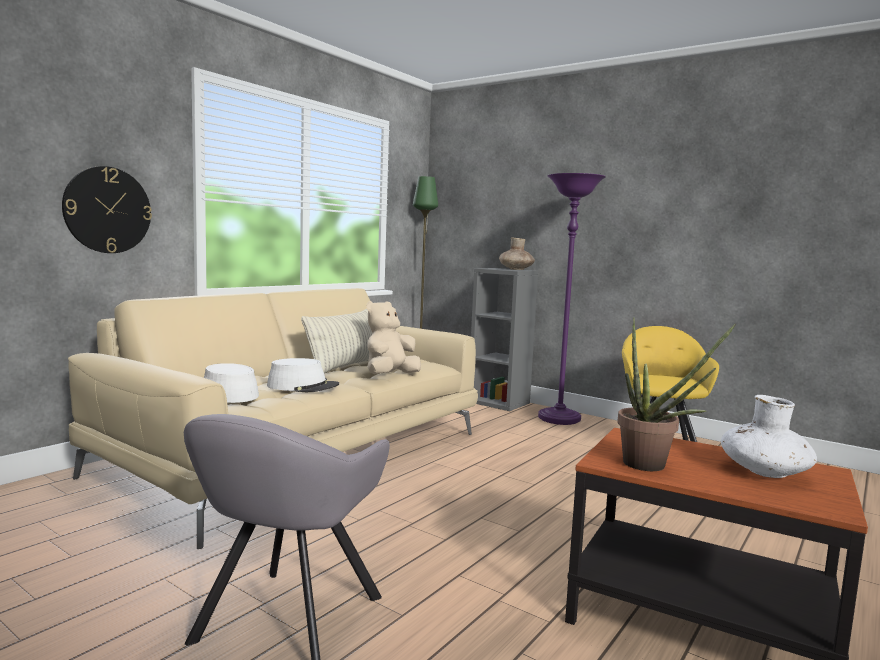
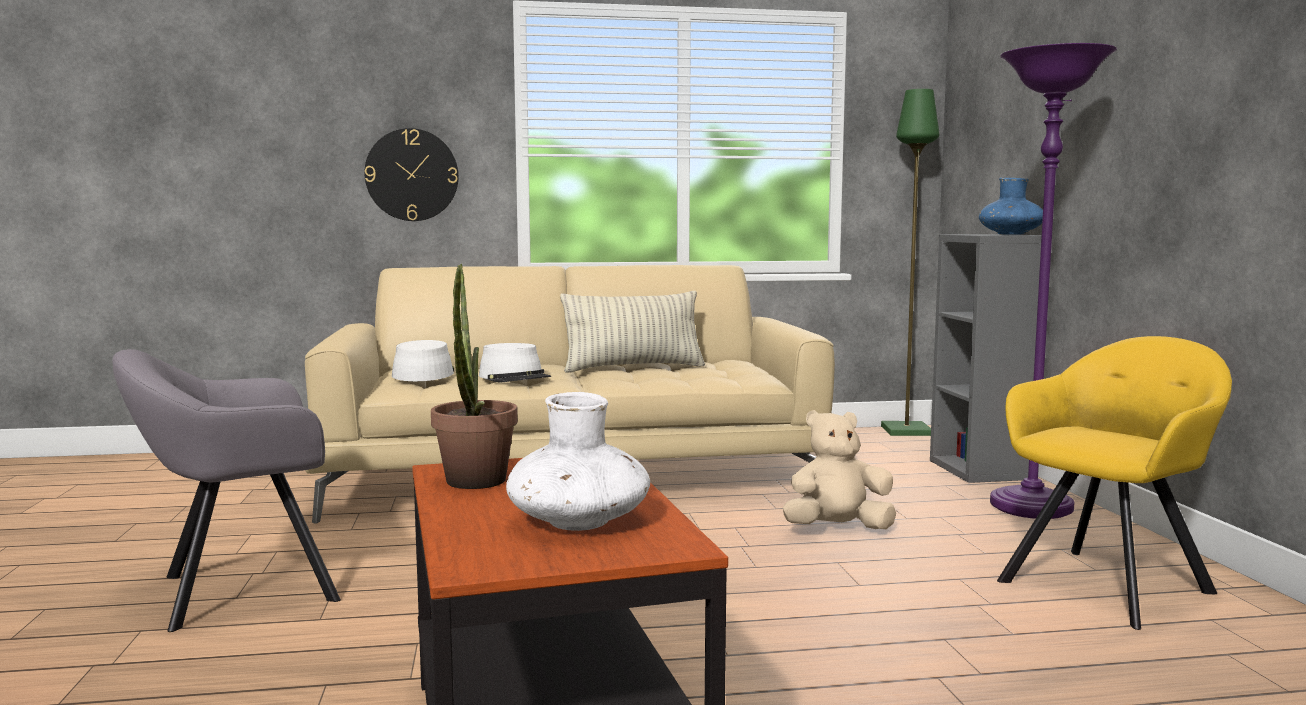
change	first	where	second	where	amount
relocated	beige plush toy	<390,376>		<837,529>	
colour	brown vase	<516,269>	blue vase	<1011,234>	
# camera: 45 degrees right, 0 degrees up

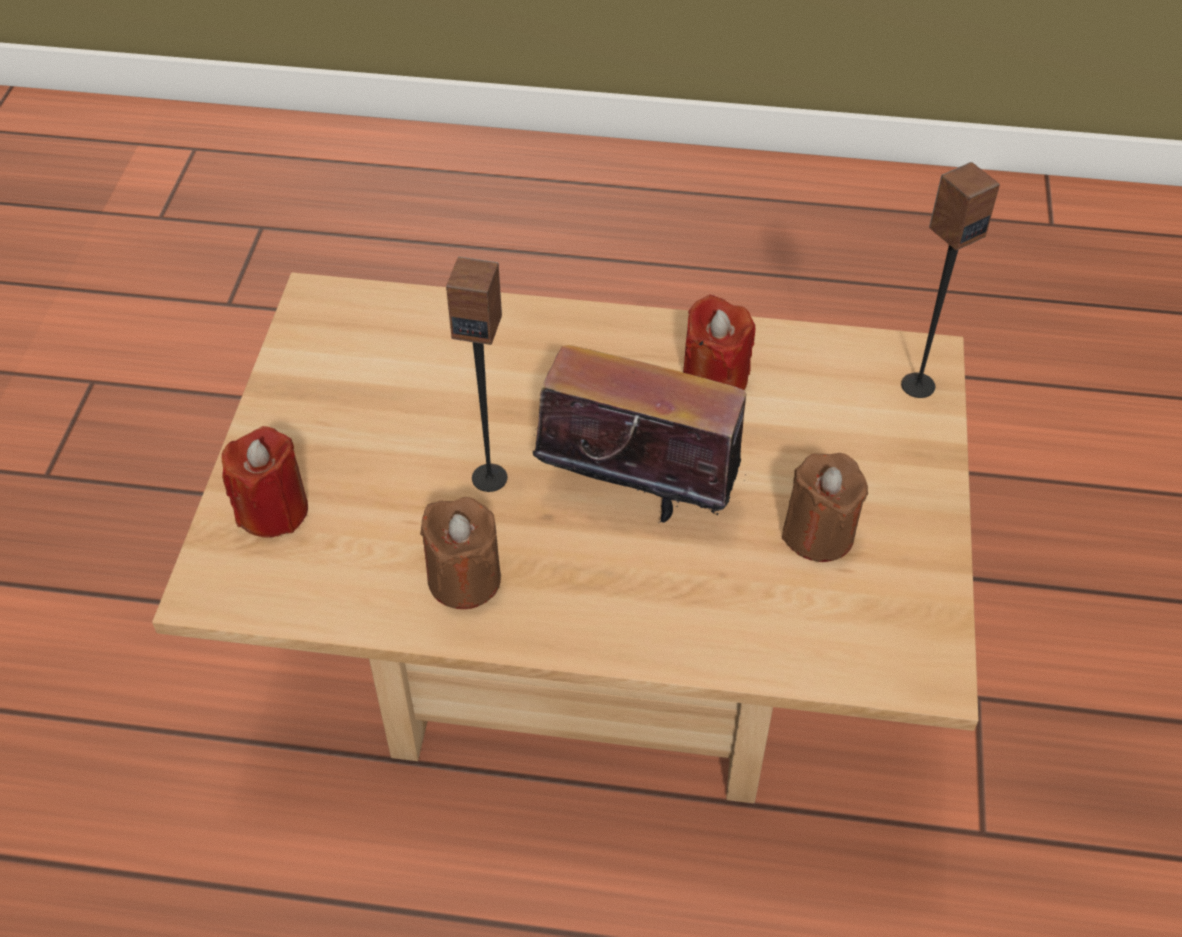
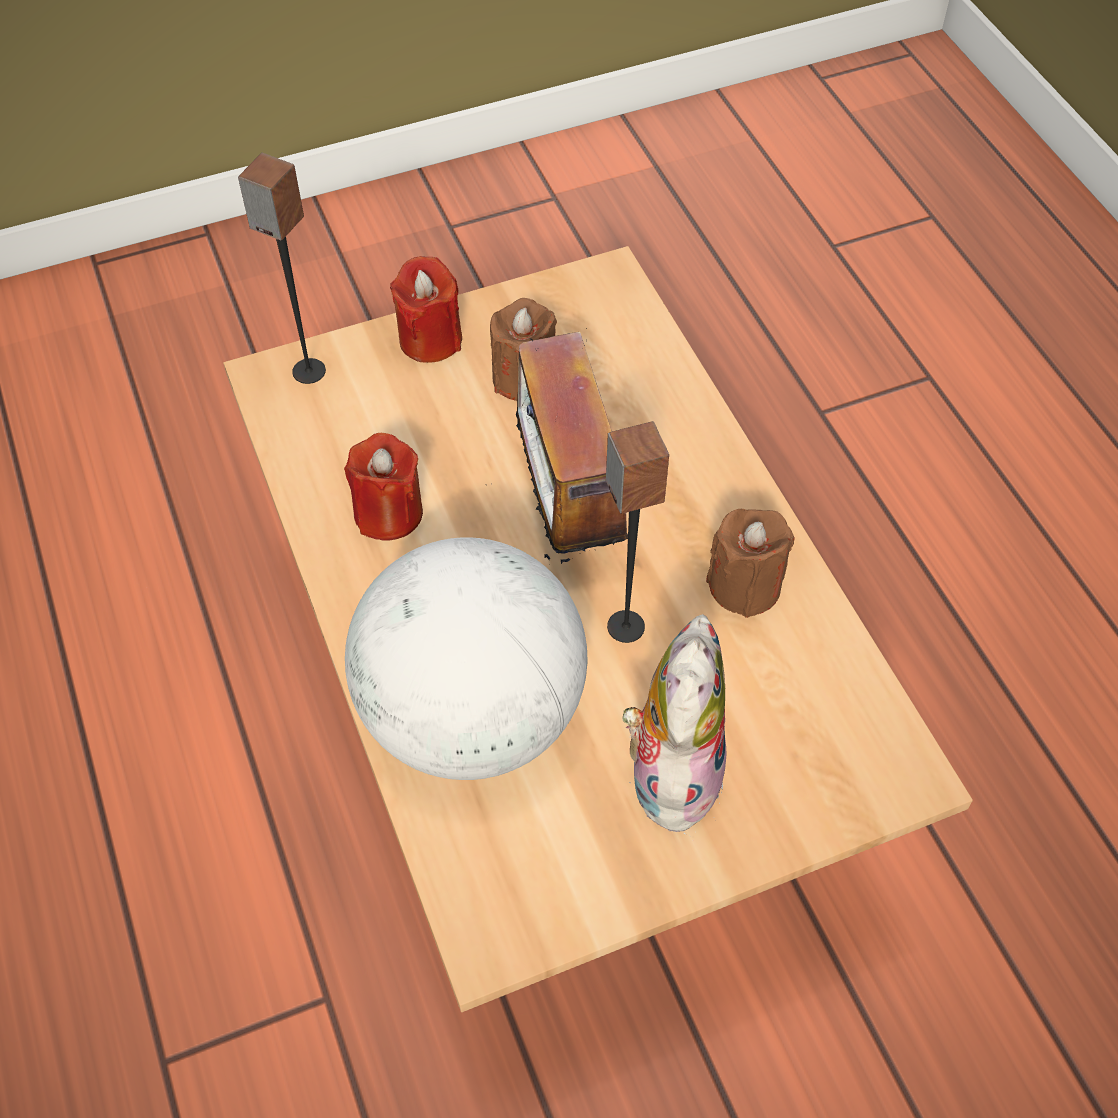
change	first	where	second	where	amount
appeared			globe	<473,715>	
relocated	red candle	<273,510>		<430,339>	
appeared			plush toy	<670,772>	
# camera: 120 degrees left, 5 degrees up

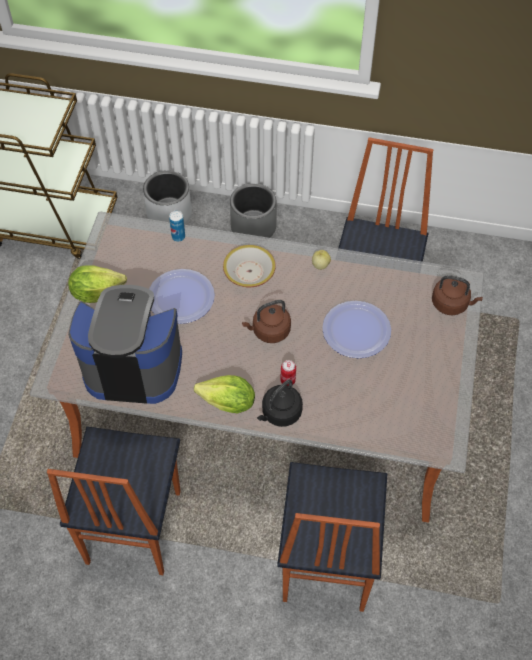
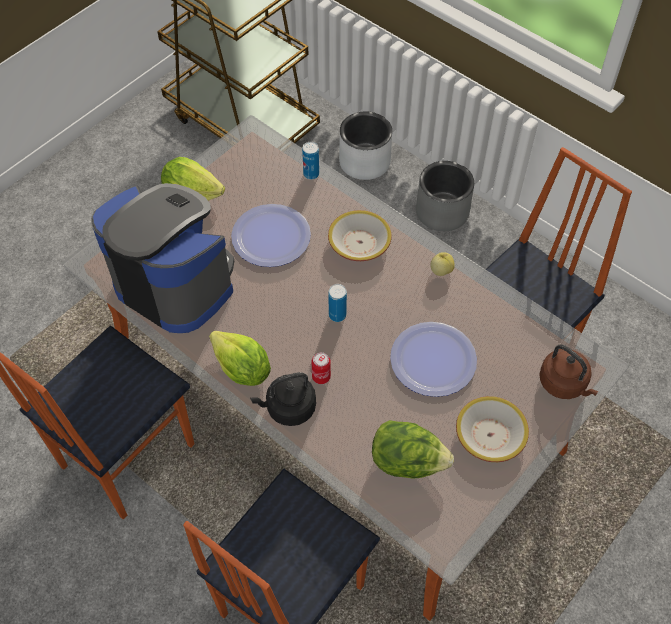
change	first	where	second	where	amount
exchanged	brown kettle	<269,331>	can	<337,315>	
appeared			lettuce	<407,461>	
appeared			bowl	<490,435>	
# camera: 30 degrees right, 0 degrees up

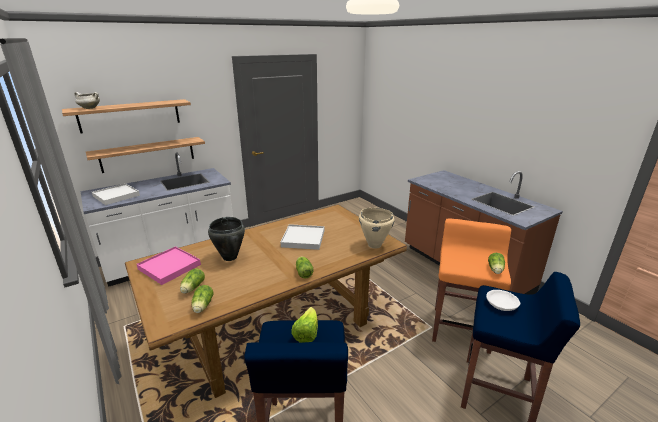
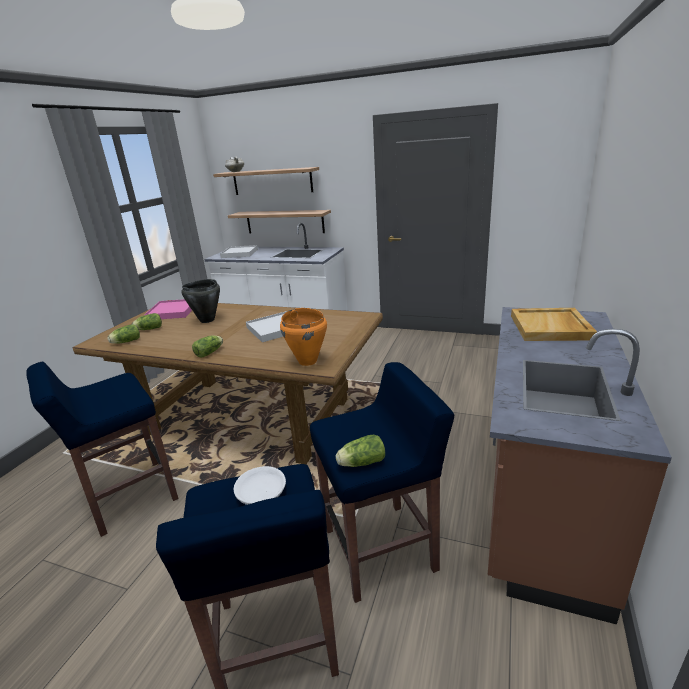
change	first	where	second	where	amount
colour	beige cooking pot	<374,245>	orange cooking pot	<308,361>	
colour	orange stool	<460,328>	blue stool	<381,549>	
appeared			beige tray	<551,327>	
missing	lettuce	<306,334>			
# camera: 55 degrees right, 0 degrees up

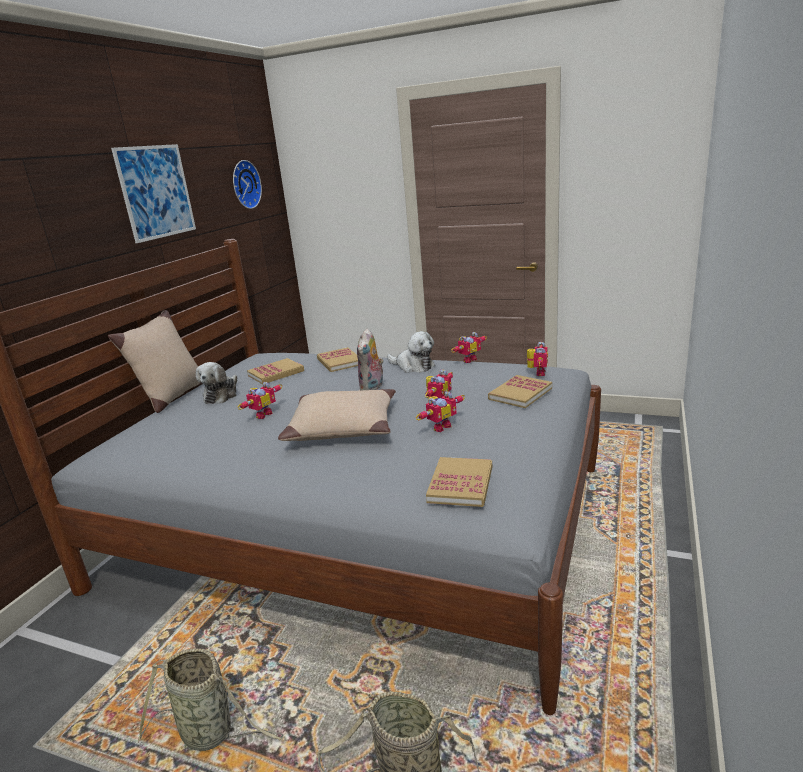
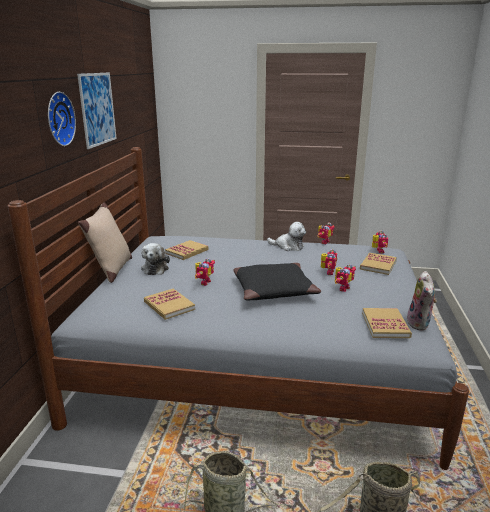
change	first	where	second	where	amount
relocated	wall clock	<244,184>		<58,119>	
relocated	book	<339,362>		<169,305>	
colour	beige pillow	<343,427>	black pillow	<274,290>	
relocated	plush toy	<373,388>		<420,324>	
# camera: 15 degrees left, 0 degrees up

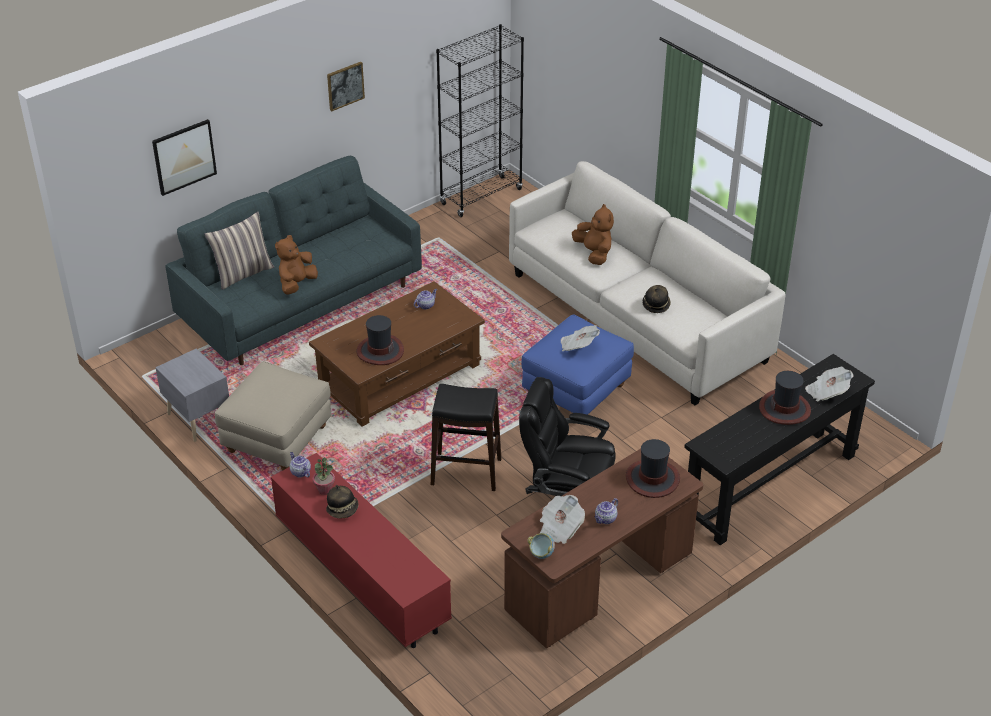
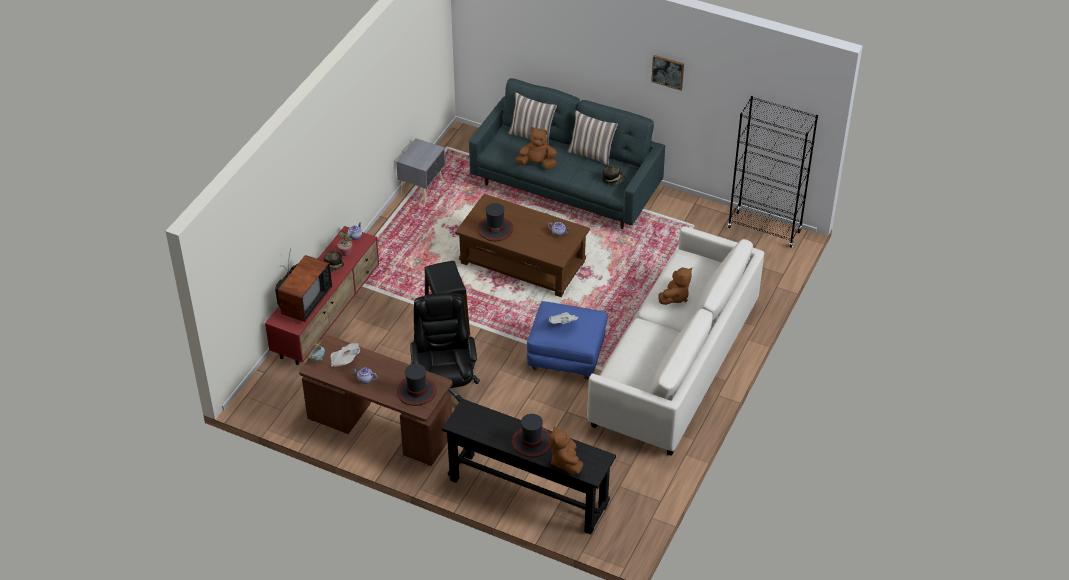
change	first	where	second	where	amount
appeared			television	<303,302>	
exchanged	newspaper	<827,392>	brown plush toy	<565,461>	
appeared			pillow	<591,154>	
relocated	hat	<656,304>		<613,179>	
missing	picture	<184,157>			
missing	beige ottoman	<277,439>			
# camera: 65 degrees right, 5 degrees up

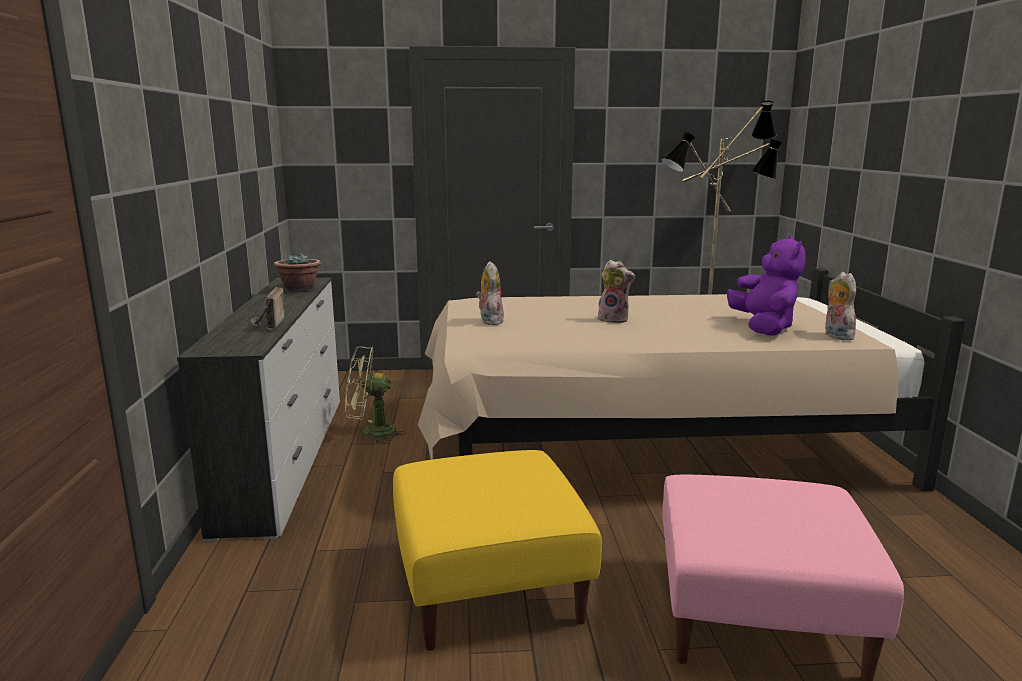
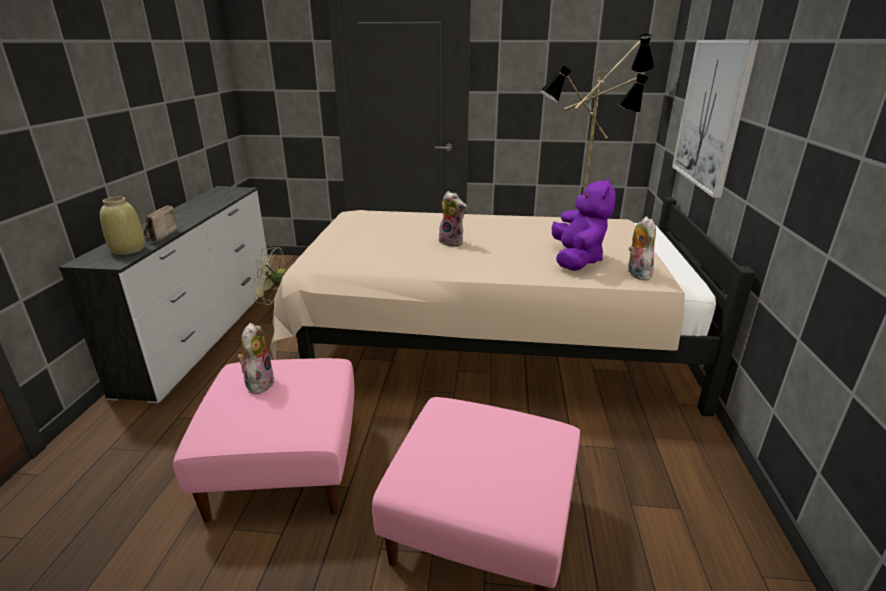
change	first	where	second	where	amount
appeared			beige vase	<127,250>	
colour	yellow ottoman	<488,584>	pink ottoman	<284,465>	
relocated	plush toy	<489,321>		<258,383>	
appeared			picture	<711,114>	
missing	potted plant	<299,289>			
# camera: 10 degrees right, 10 degrees up

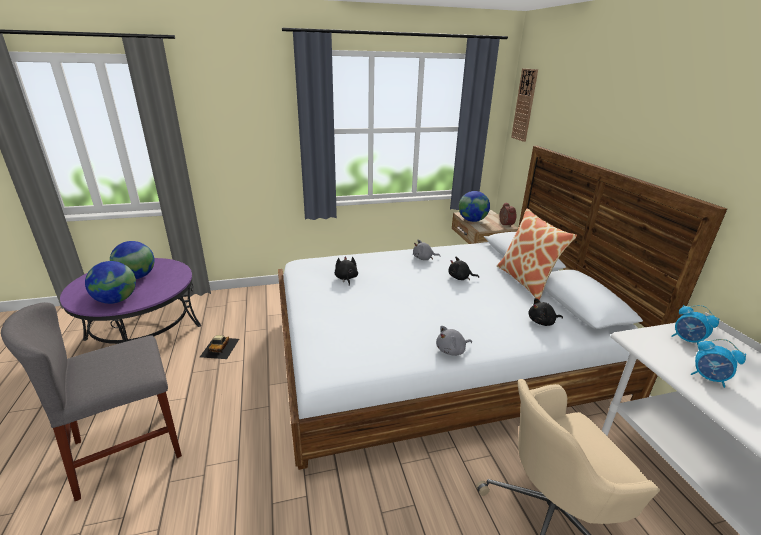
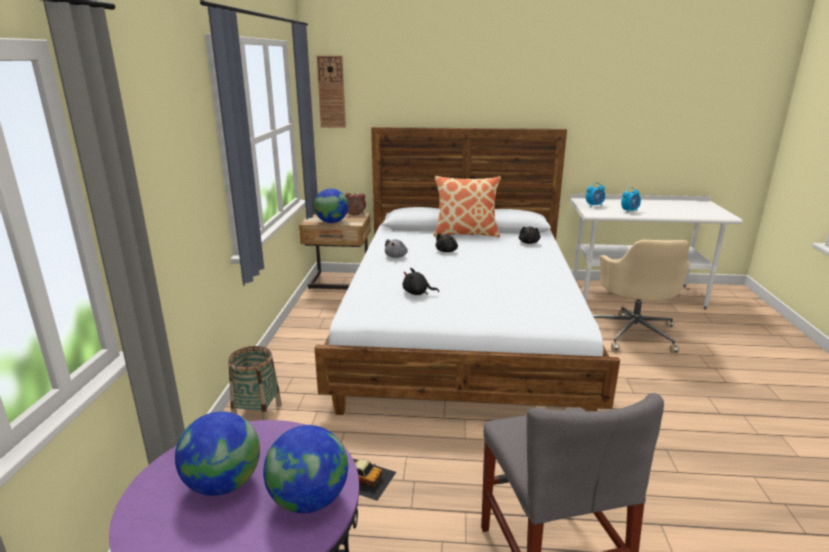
change	first	where	second	where	amount
appeared			basket	<257,413>	
missing	grey plush toy	<452,350>			
# camera: 70 degrees left, 5 degrees down

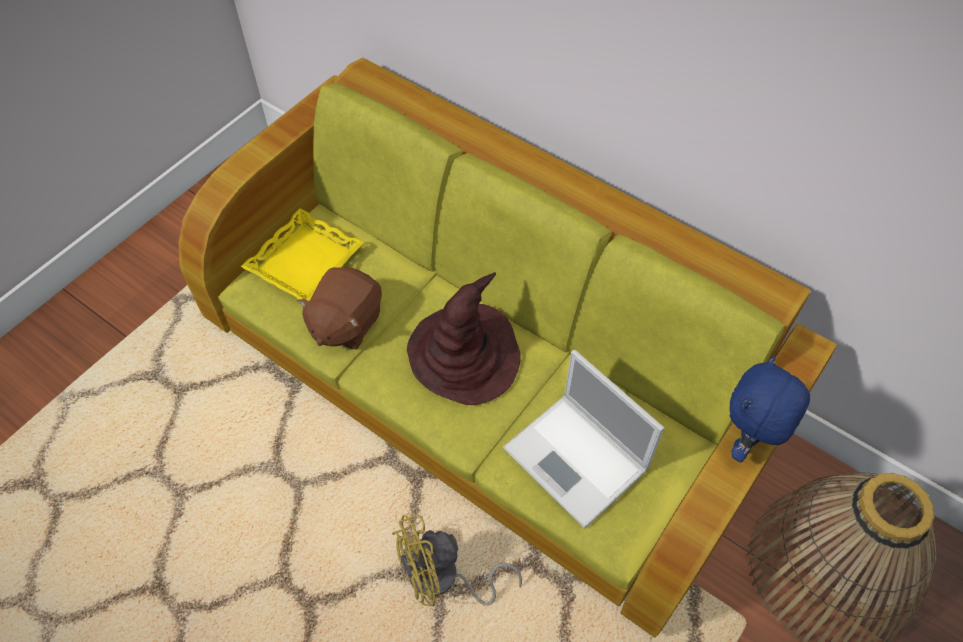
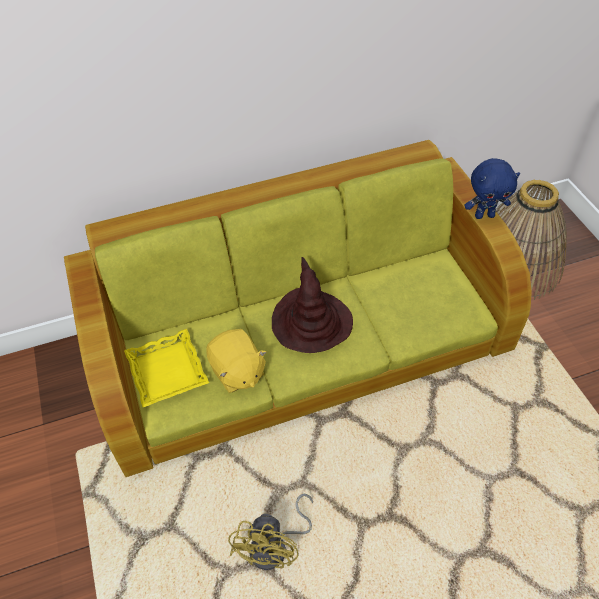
change	first	where	second	where	amount
colour	brown plush toy	<345,323>	yellow plush toy	<237,372>	
relocated	yellow fan	<443,579>		<275,547>	
spun	blue plush toy	<747,442>		<484,215>	75 degrees counterclockwise
missing	laptop	<577,460>			
# camera: 55 degrees left, 5 degrees down

